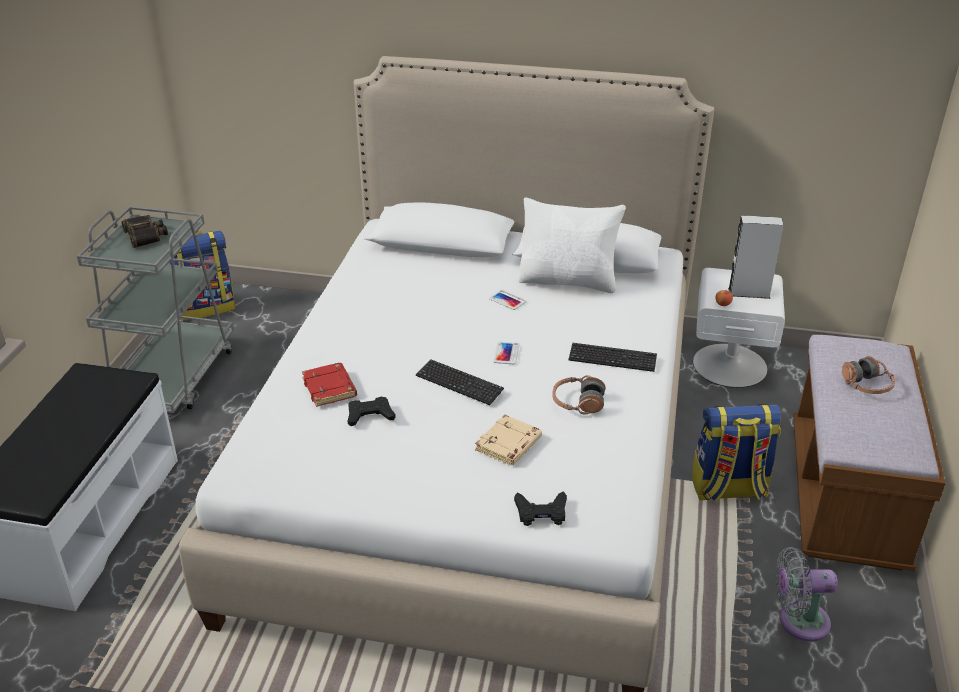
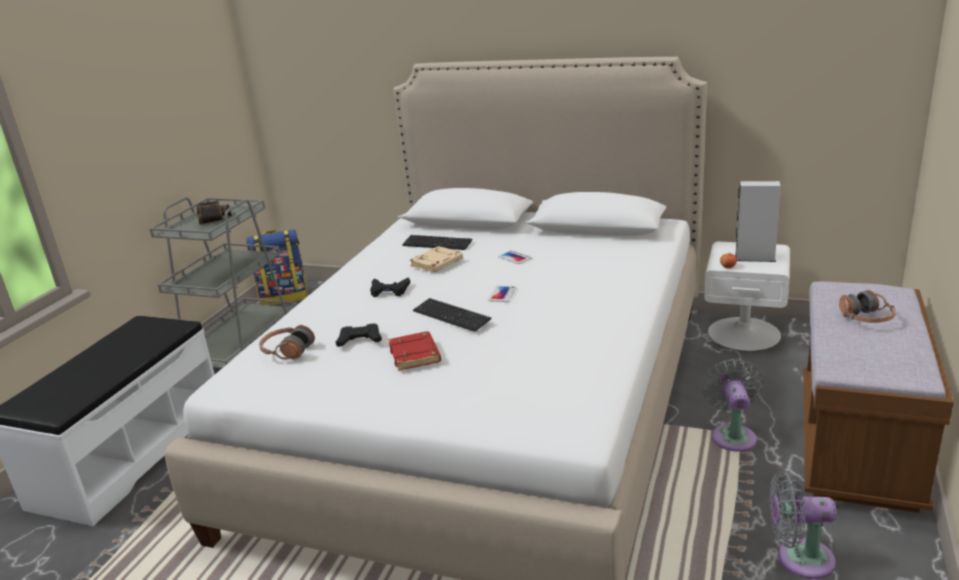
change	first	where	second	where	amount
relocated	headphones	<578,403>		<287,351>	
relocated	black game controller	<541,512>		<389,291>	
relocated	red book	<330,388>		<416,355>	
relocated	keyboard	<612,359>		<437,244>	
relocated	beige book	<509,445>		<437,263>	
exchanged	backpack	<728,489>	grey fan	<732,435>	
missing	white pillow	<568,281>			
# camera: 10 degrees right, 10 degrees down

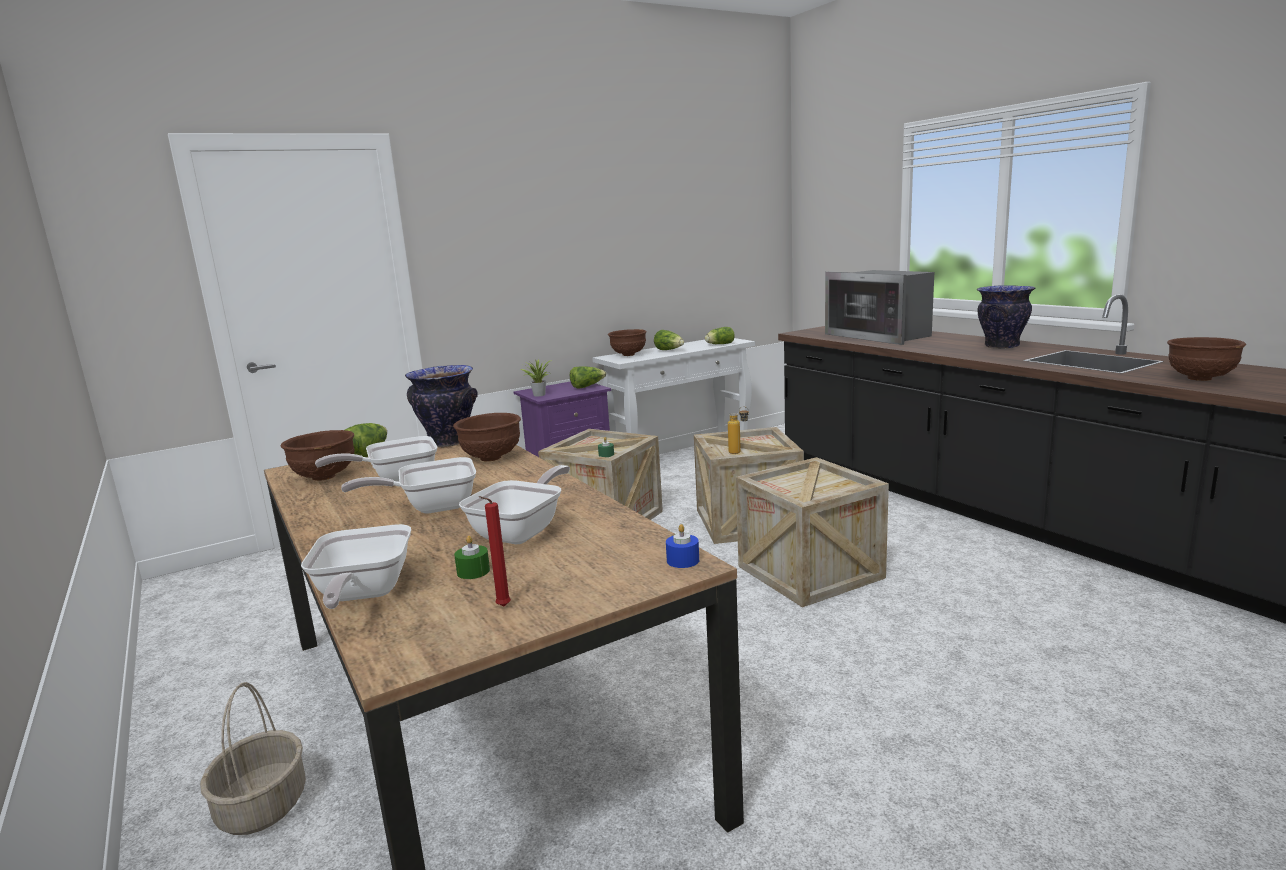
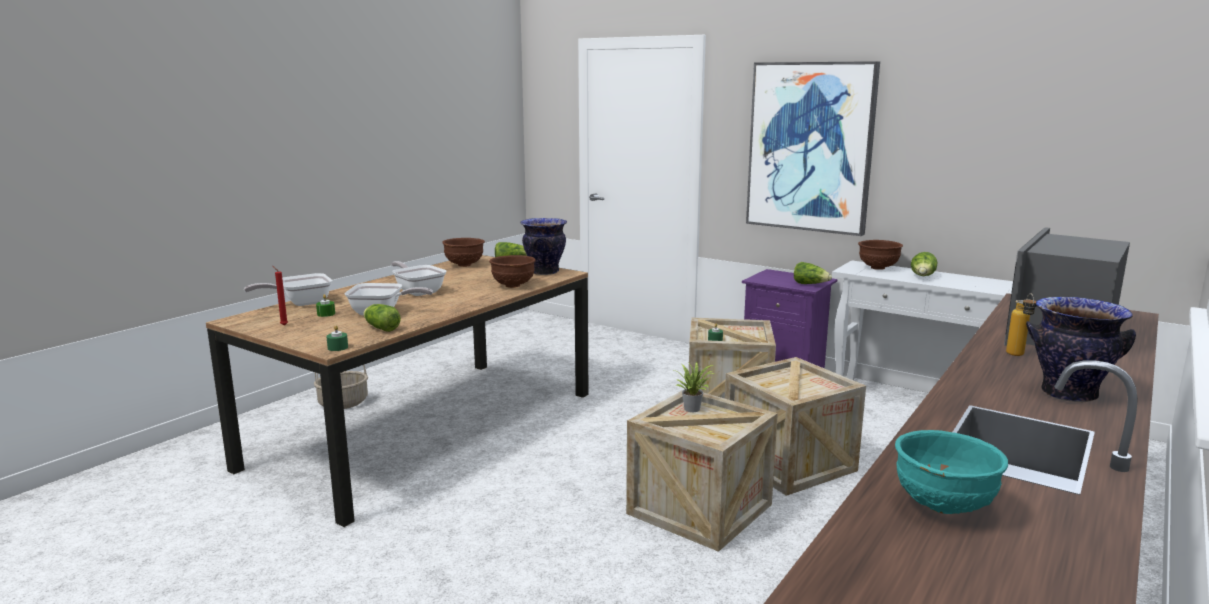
change	first	where	second	where	amount
colour	blue candle	<683,560>	green candle	<337,347>	
relocated	lettuce	<719,344>		<381,328>	
relocated	potted plant	<538,394>		<693,408>	
appeared			picture	<810,147>	
colour	brown bowl	<1200,378>	turquoise bowl	<944,506>	
relocated	bottle	<739,453>		<1017,356>	
missing	frying pan	<397,480>			
# camera: 65 degrees right, 0 degrees up

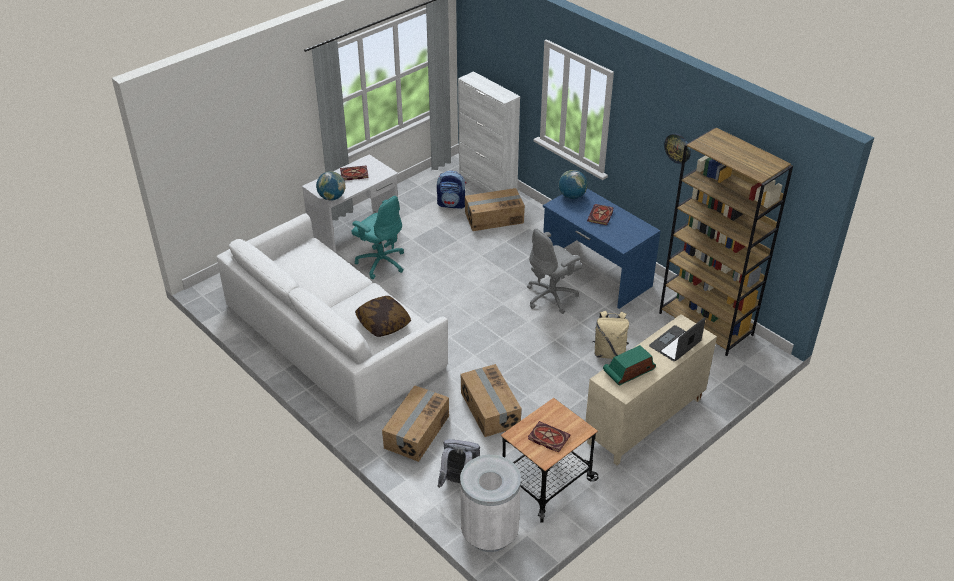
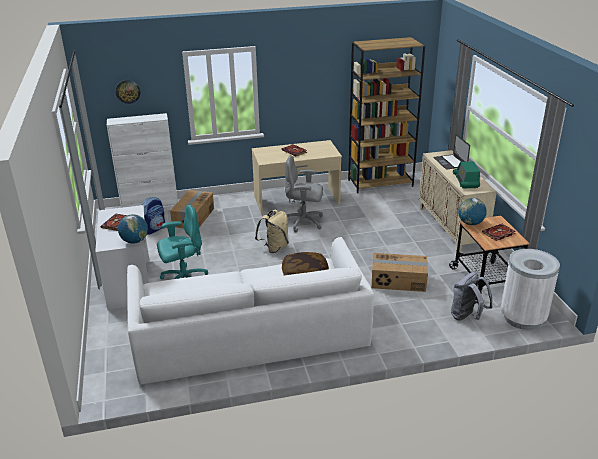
change	first	where	second	where	amount
relocated	wall clock	<678,148>		<128,91>	
colour	blue desk	<595,273>	beige desk	<297,200>	
relocated	beige backpack	<609,352>		<274,247>	
spun	grey office chair	<552,297>		<304,222>	105 degrees clockwise
relocated	globe	<572,196>		<470,223>	
missing	cardboard box	<416,432>			
# camera: 60 degrees left, 10 degrees down

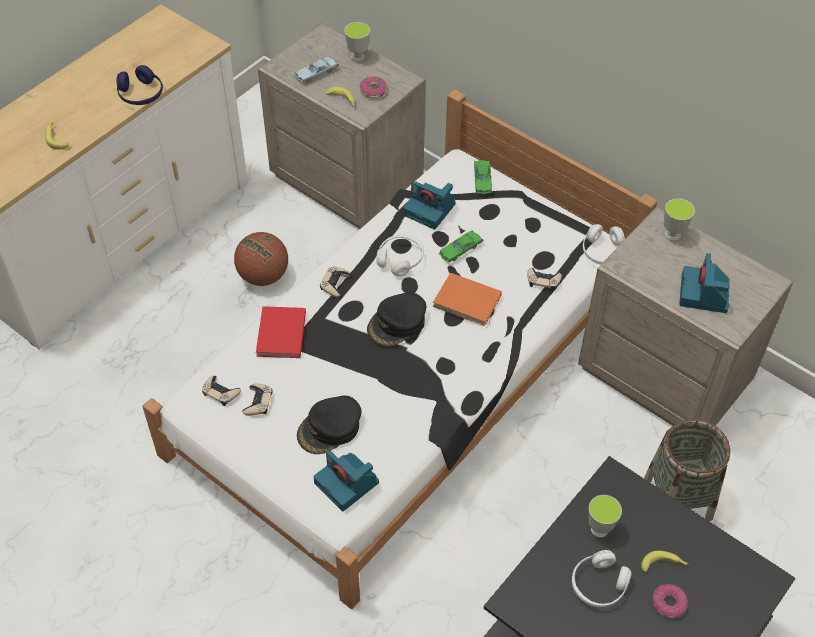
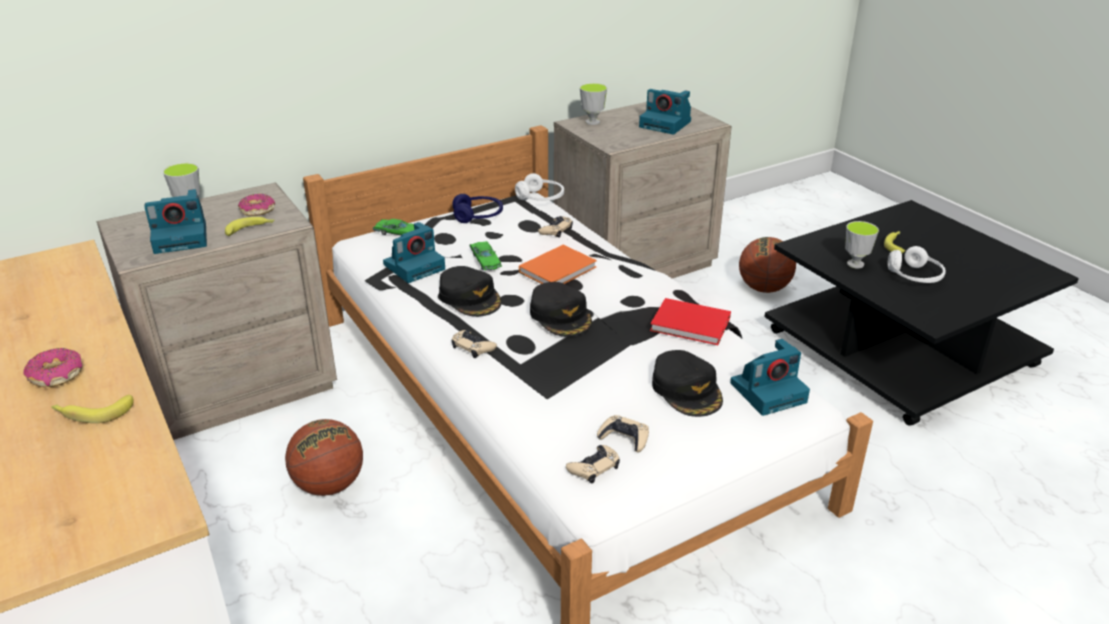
change	first	where	second	where	amount
relocated	donut	<668,604>		<56,376>	
exchanged	blue toy car	<316,73>	photo camera	<182,237>	
exchanged	white headphones	<400,259>	black cap	<470,298>	
relocated	blue headphones	<141,94>		<478,216>	
relocated	red book	<280,335>		<692,325>	
exchanged	basket	<678,498>	basketball	<764,288>	
# camera: 70 degrees left, 20 degrees down

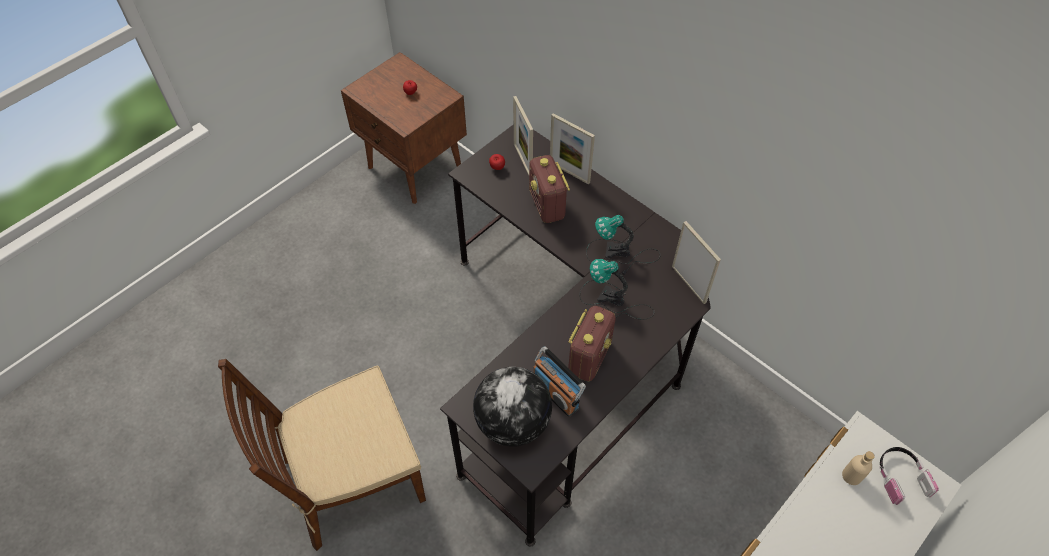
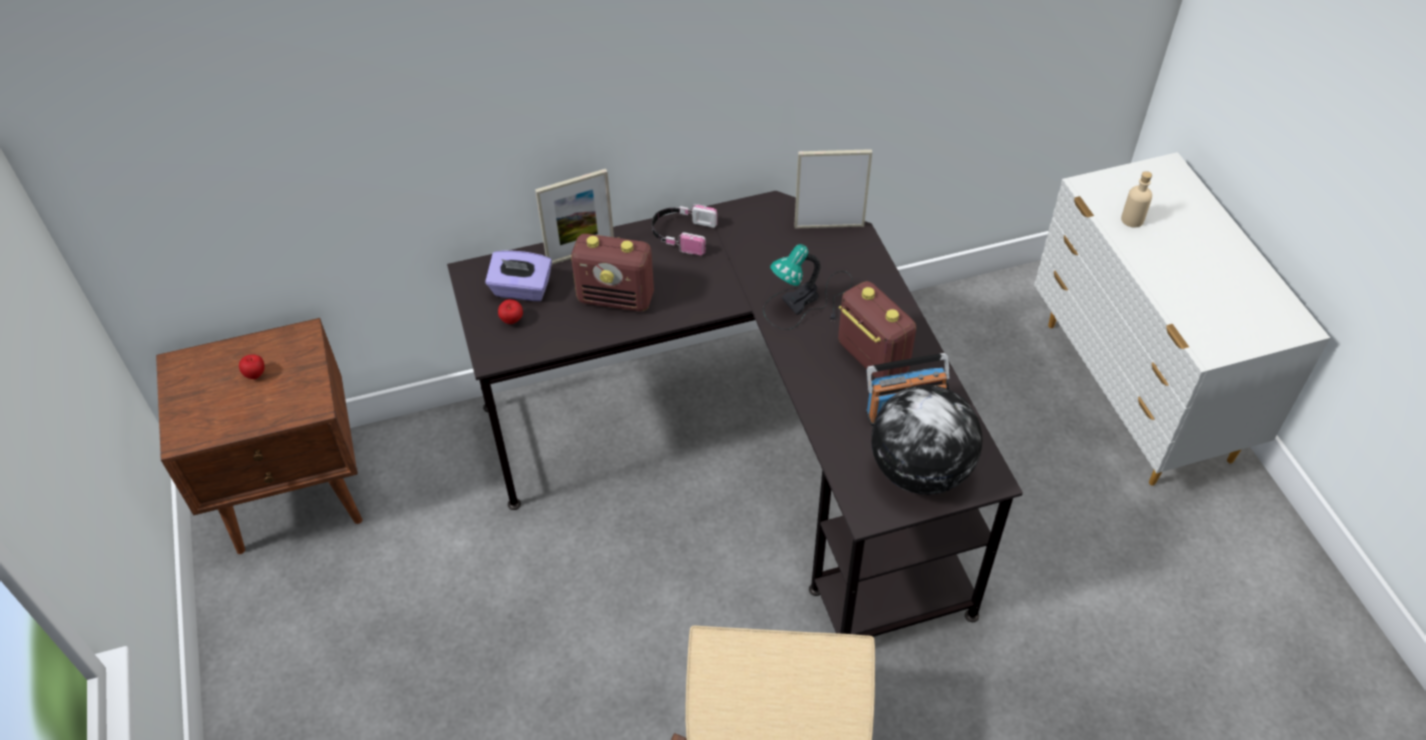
change	first	where	second	where	amount
exchanged	picture frame	<523,160>	purple tissue box	<521,289>	
relocated	headphones	<900,477>		<682,235>	
missing	table lamp	<620,255>			
# camera: 60 degrees left, 5 degrees down

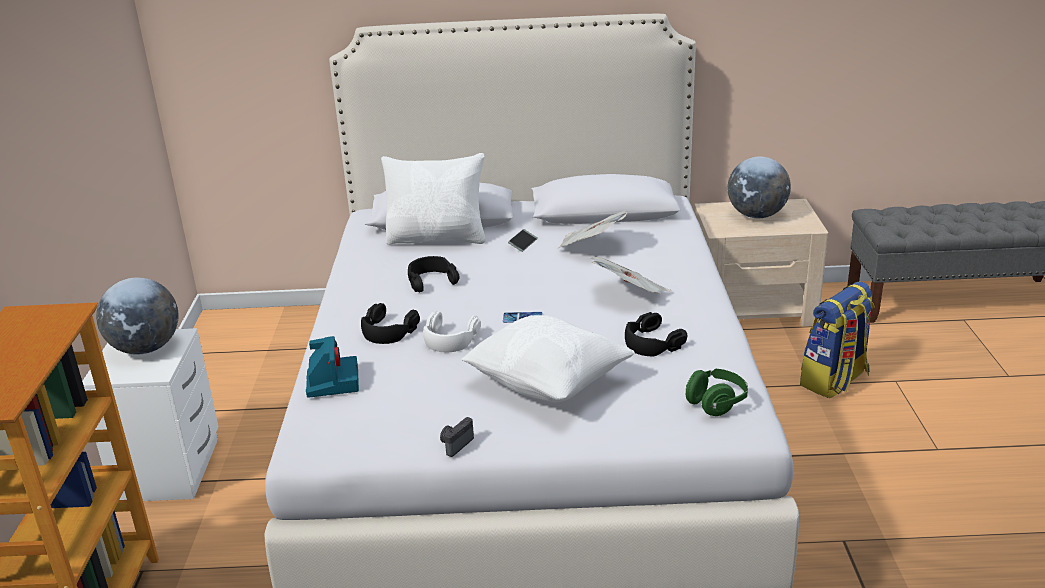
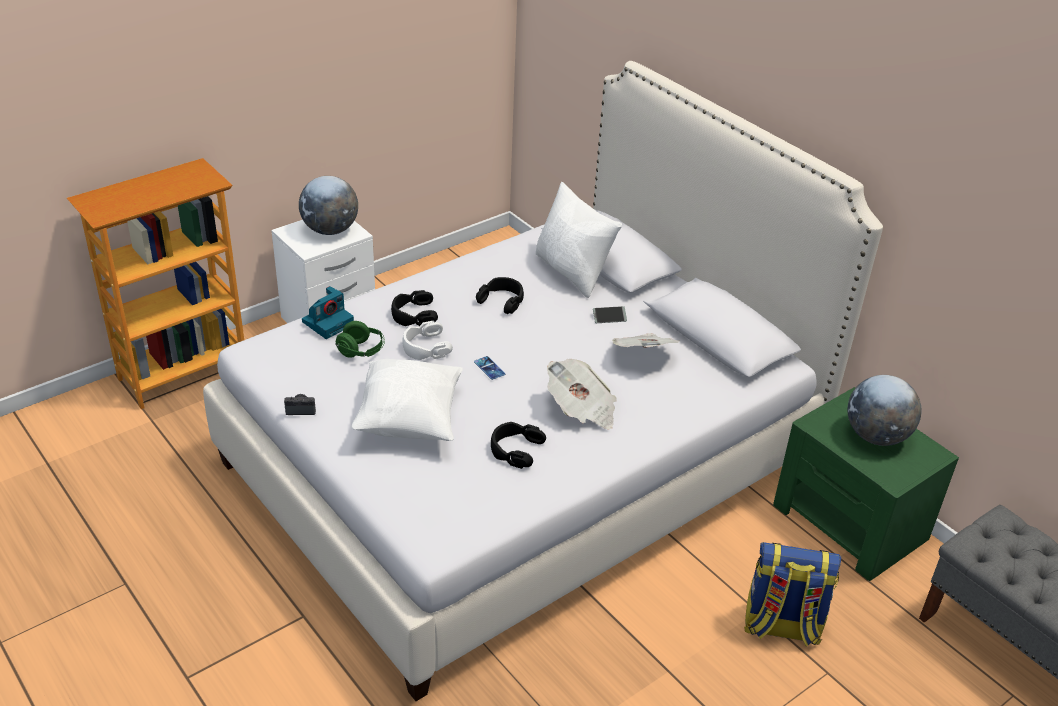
change	first	where	second	where	amount
relocated	green headphones	<716,403>		<361,351>	
colour	beige nightstand	<753,308>	green nightstand	<850,522>	
# camera: 50 degrees right, 10 degrees up

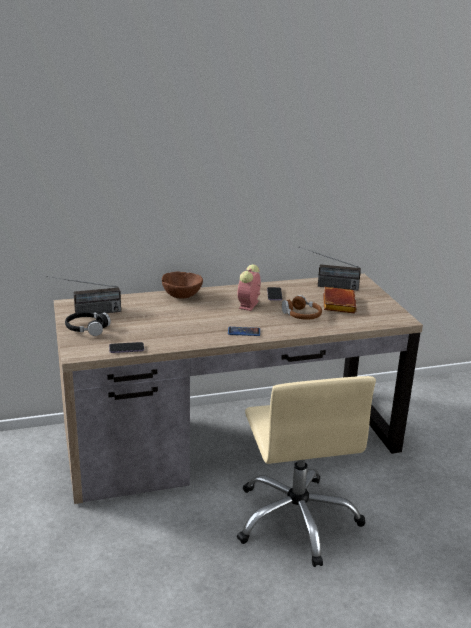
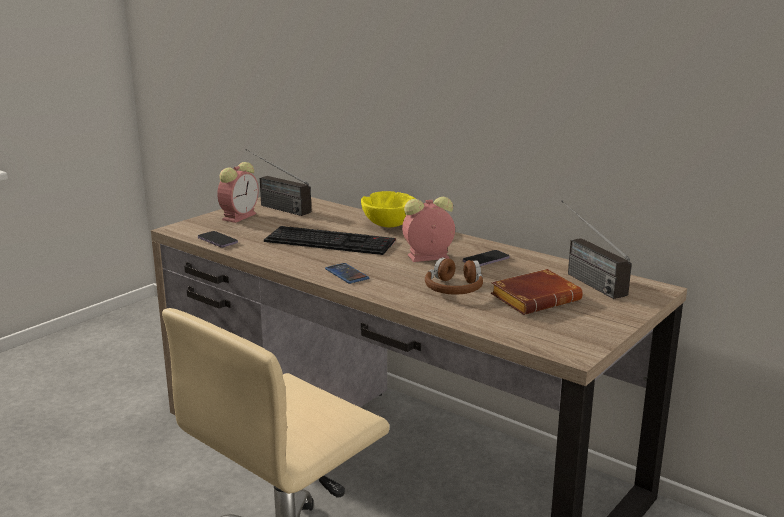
change	first	where	second	where	amount
exchanged	black headphones	<87,328>	alarm clock	<240,216>	
appeared			keyboard	<331,241>	
colour	brown bowl	<181,296>	yellow bowl	<388,225>	
# camera: 55 degrees right, 5 degrees down

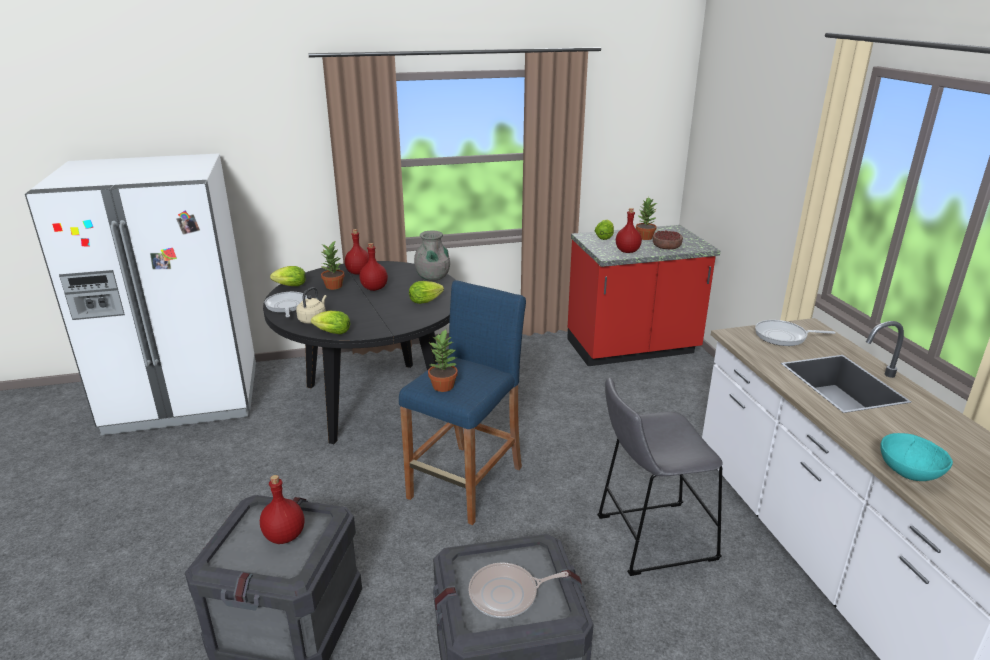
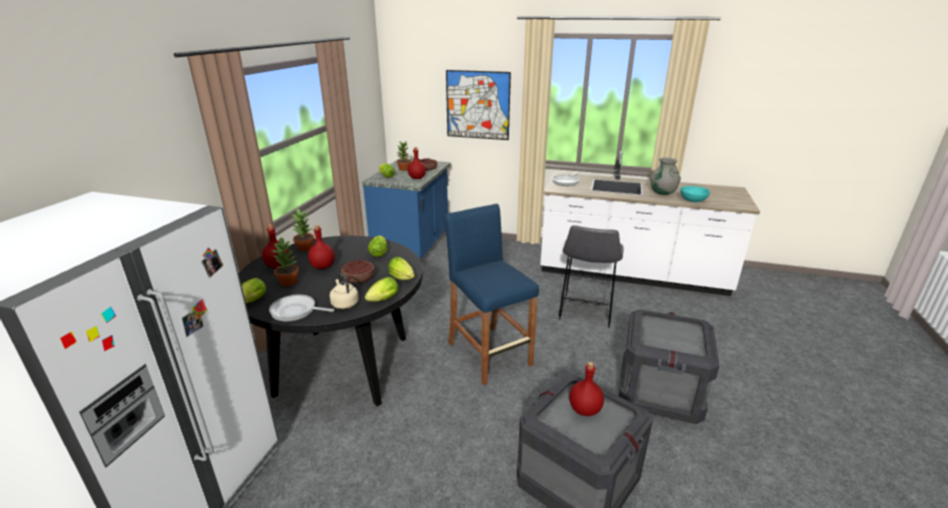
change	first	where	second	where	amount
relocated	potted plant	<444,386>		<305,248>	
appeared			bowl	<358,279>	
colour	red counter	<632,349>	blue counter	<413,248>	
appeared			lettuce	<403,279>	
appeared			picture	<477,105>	
relocated	grey vase	<433,277>		<662,193>	
missing	frying pan	<507,594>			
# camera: 60 degrees left, 0 degrees up

